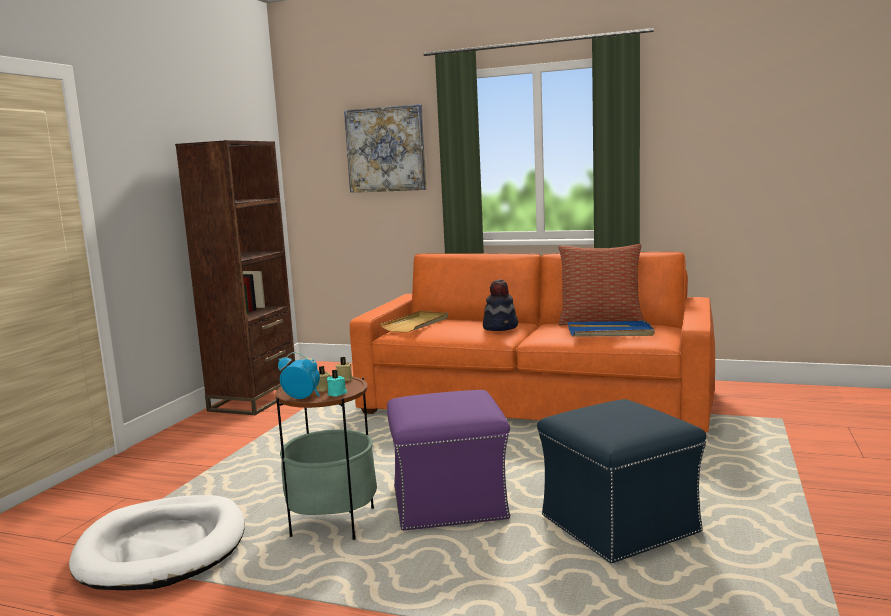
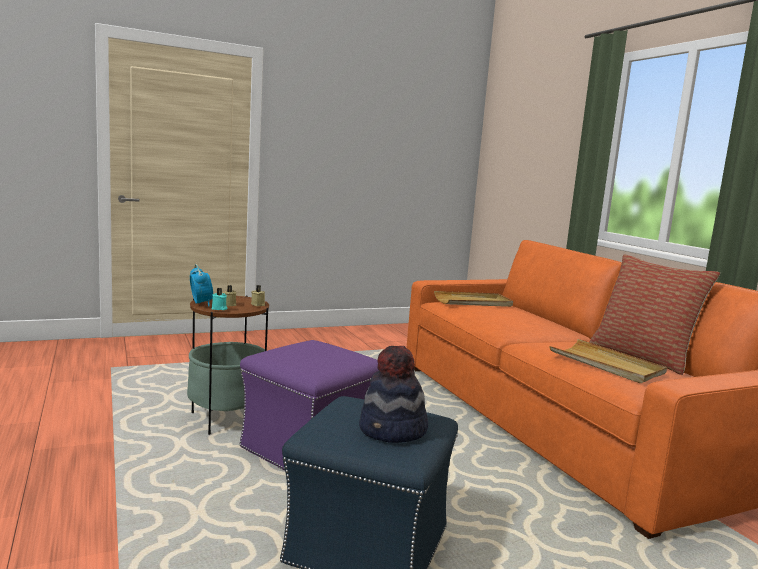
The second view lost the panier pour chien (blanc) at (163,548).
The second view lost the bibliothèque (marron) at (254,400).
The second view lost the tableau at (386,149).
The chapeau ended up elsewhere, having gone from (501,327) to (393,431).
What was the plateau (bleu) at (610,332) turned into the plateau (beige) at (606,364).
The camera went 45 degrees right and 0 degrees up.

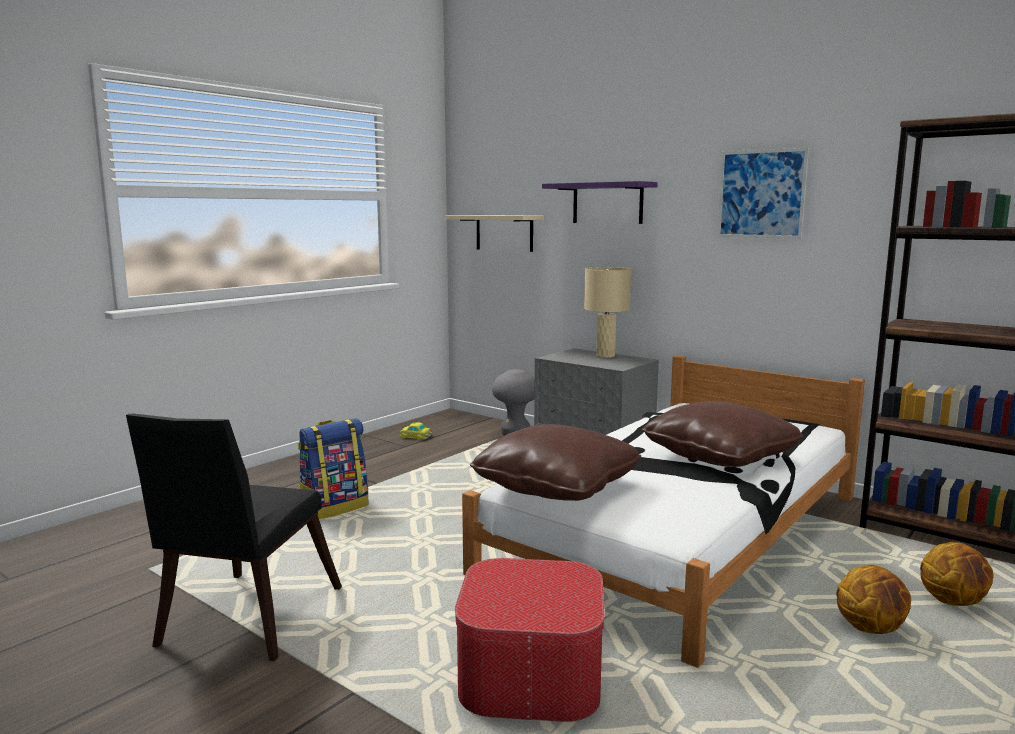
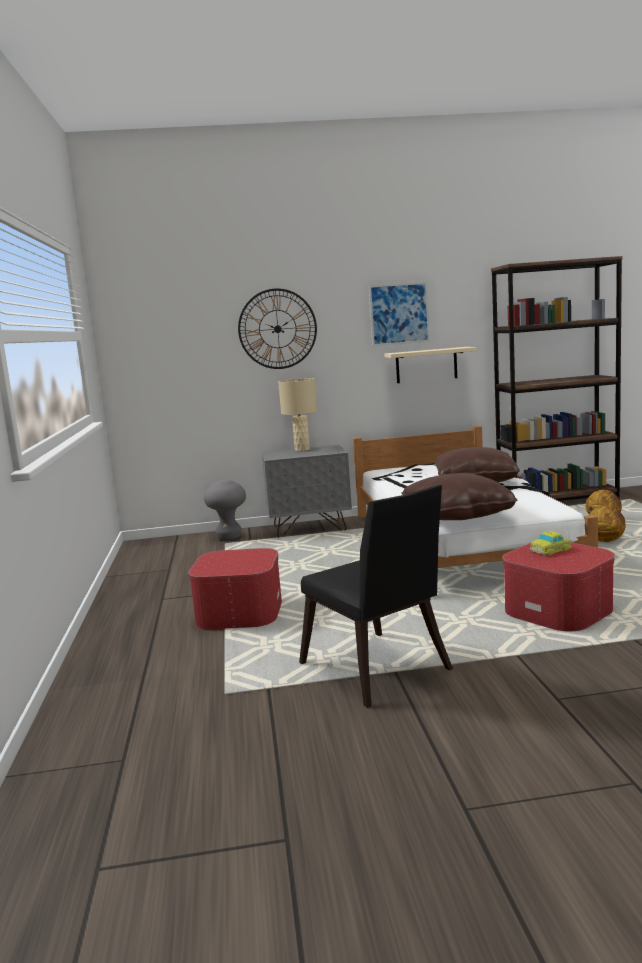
Where the sac à dos stood at (334,508), the pouf came to stand at (239,613).
The petite voiture ended up elsewhere, having gone from (416,436) to (551,550).
The étagère (beige) ended up elsewhere, having gone from (504,232) to (426,365).
Where the étagère (violet) hung at (607,203), the horloge murale came to hang at (277,329).
The camera went 45 degrees left and 0 degrees up.

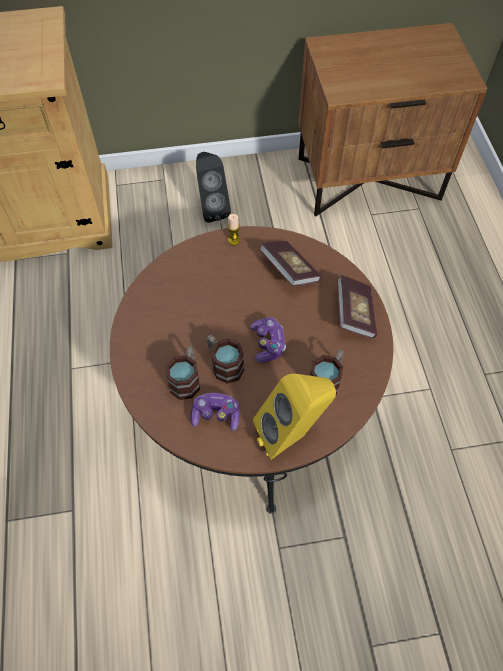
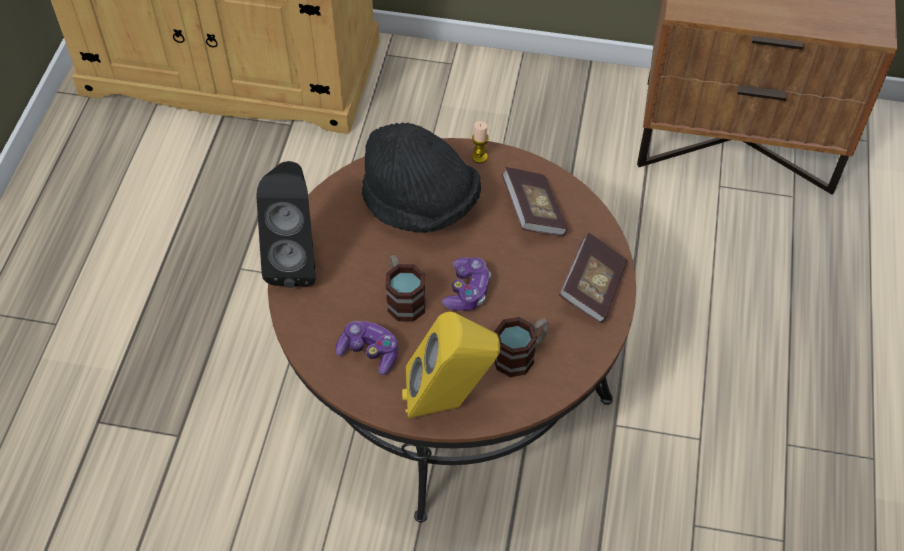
The second view lost the mug at (187,379).
The enceinte (noir) ended up elsewhere, having gone from (212,208) to (295,260).
The second view gained the chapeau (noir) at (420,204).
The camera went 20 degrees right and 5 degrees down.

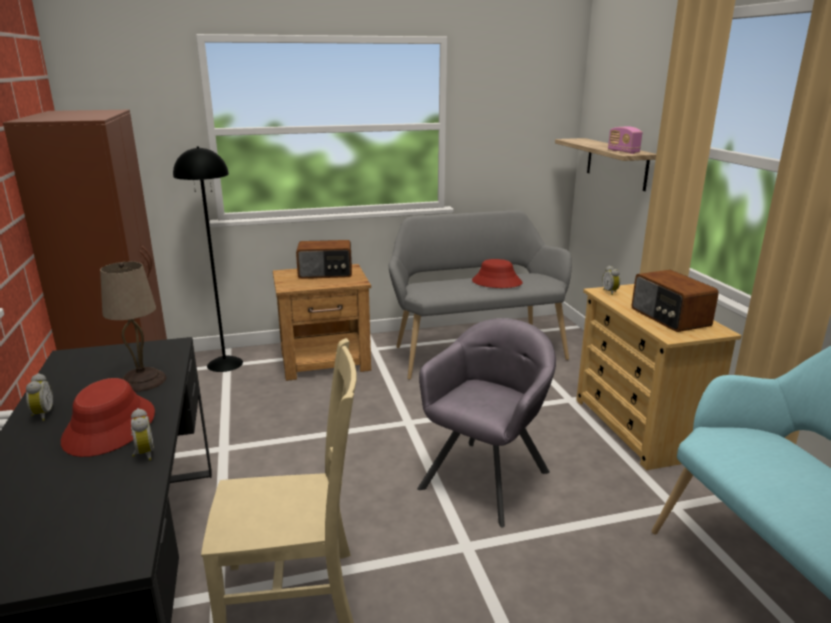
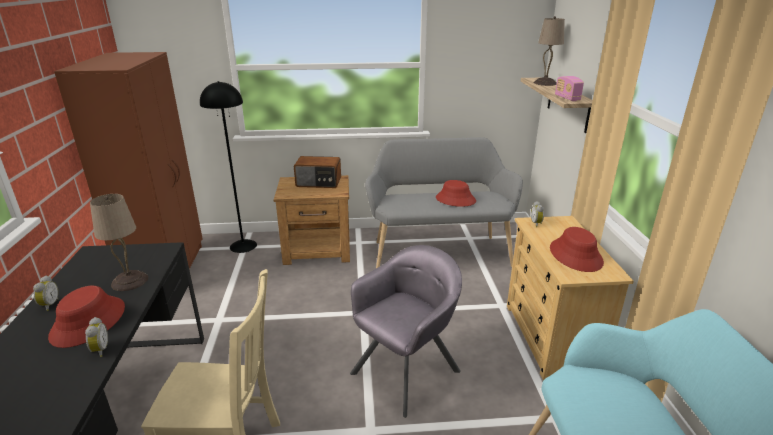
Where the radio stood at (669,317), the chapeau (rouge) came to stand at (576,255).
The second view gained the lampe de table (beige) at (545,83).
The camera went 10 degrees right and 5 degrees up.

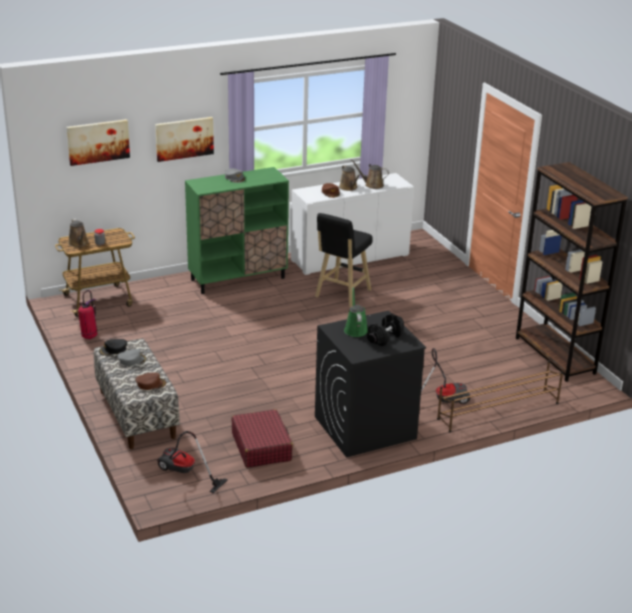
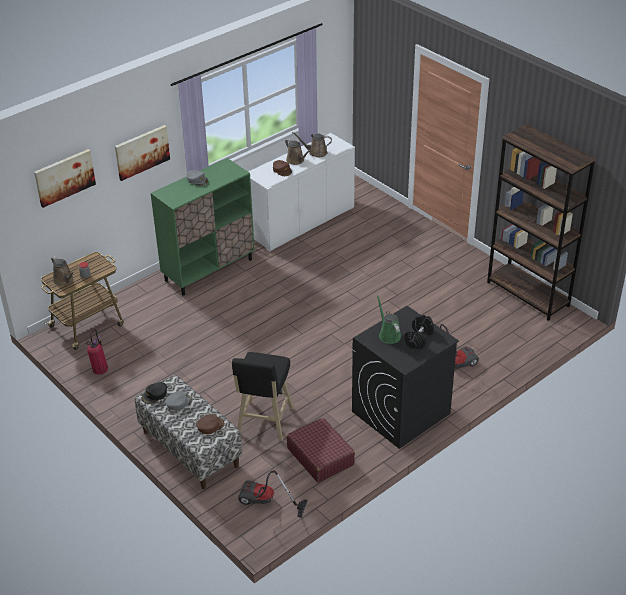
The tabouret (noir) ended up elsewhere, having gone from (341,294) to (264,423).
The second view lost the étagère à chaussures (marron) at (497,411).
The camera went 15 degrees left and 10 degrees up.

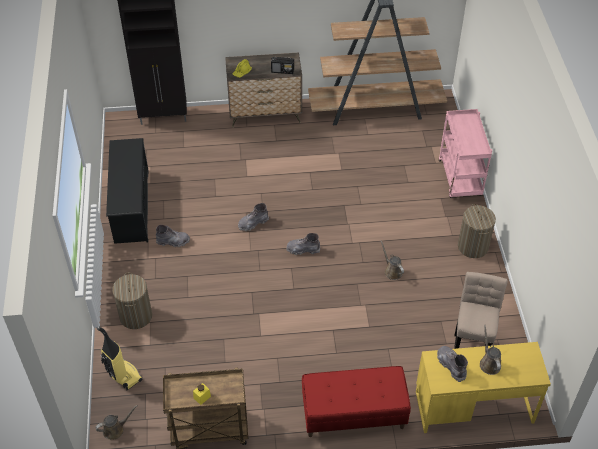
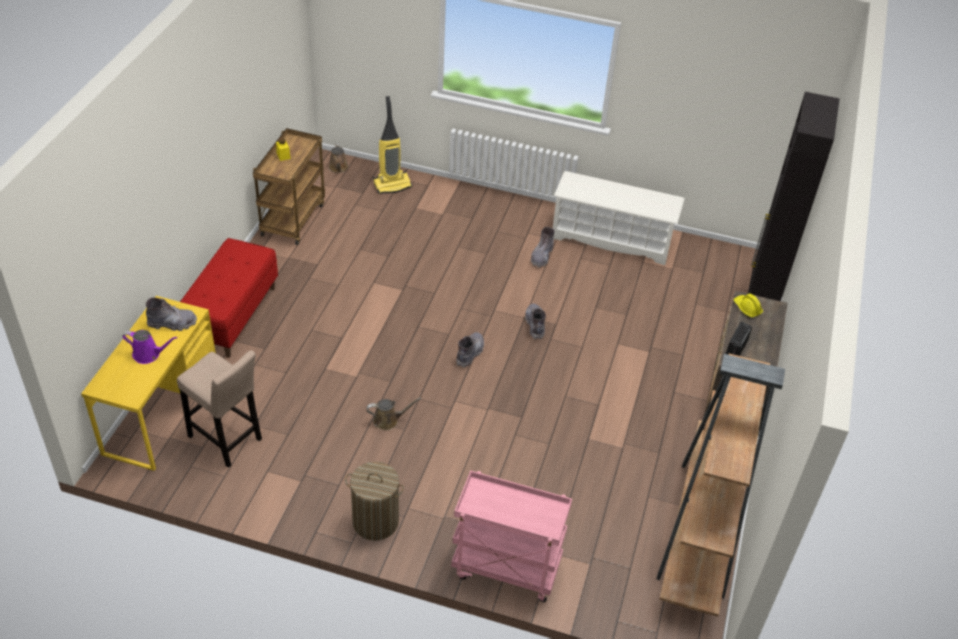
What was the étagère à chaussures (noir) at (131,206) turned into the étagère à chaussures (blanc) at (612,239).
The second view lost the panier à linge at (135,316).
What was the arrosoir (marron) at (489,363) turned into the arrosoir (violet) at (149,354).
The camera went 110 degrees right and 5 degrees down.

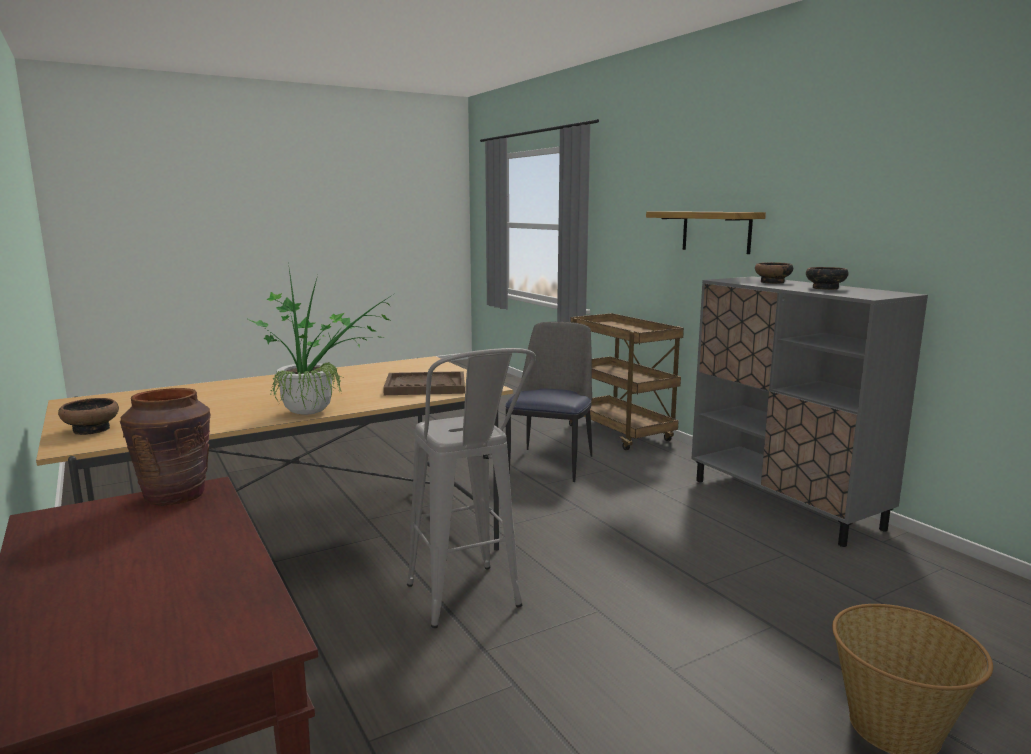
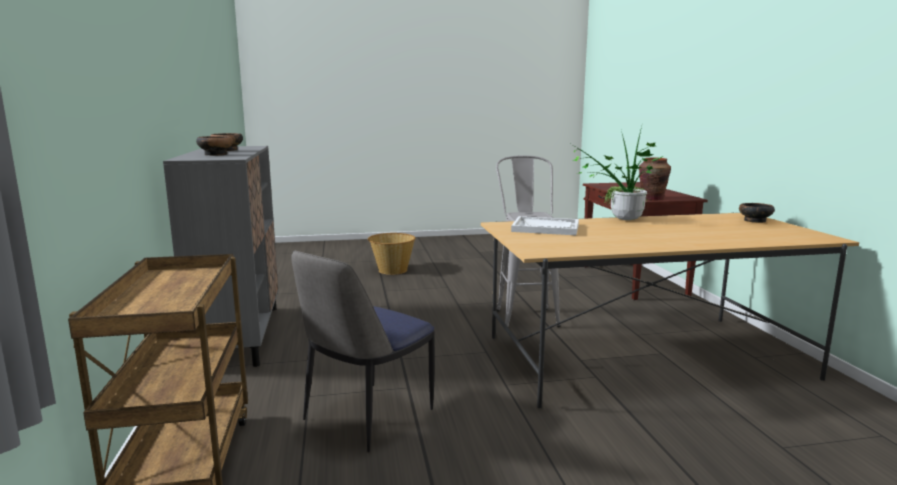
What was the plateau (marron) at (425,386) turned into the plateau (blanc) at (546,228).
The second view lost the étagère at (716,231).
The camera went 160 degrees left and 0 degrees up.

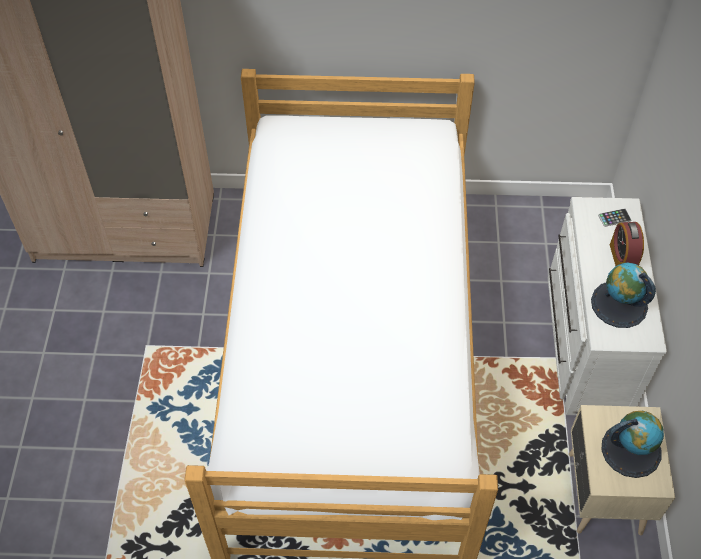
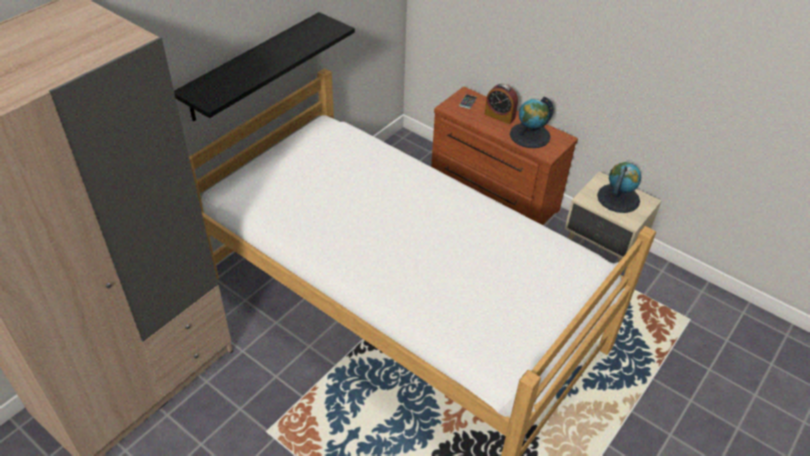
What was the commode (blanc) at (585,340) turned into the commode (marron) at (492,196).
The second view gained the étagère (noir) at (253,66).
The camera went 55 degrees left and 10 degrees down.

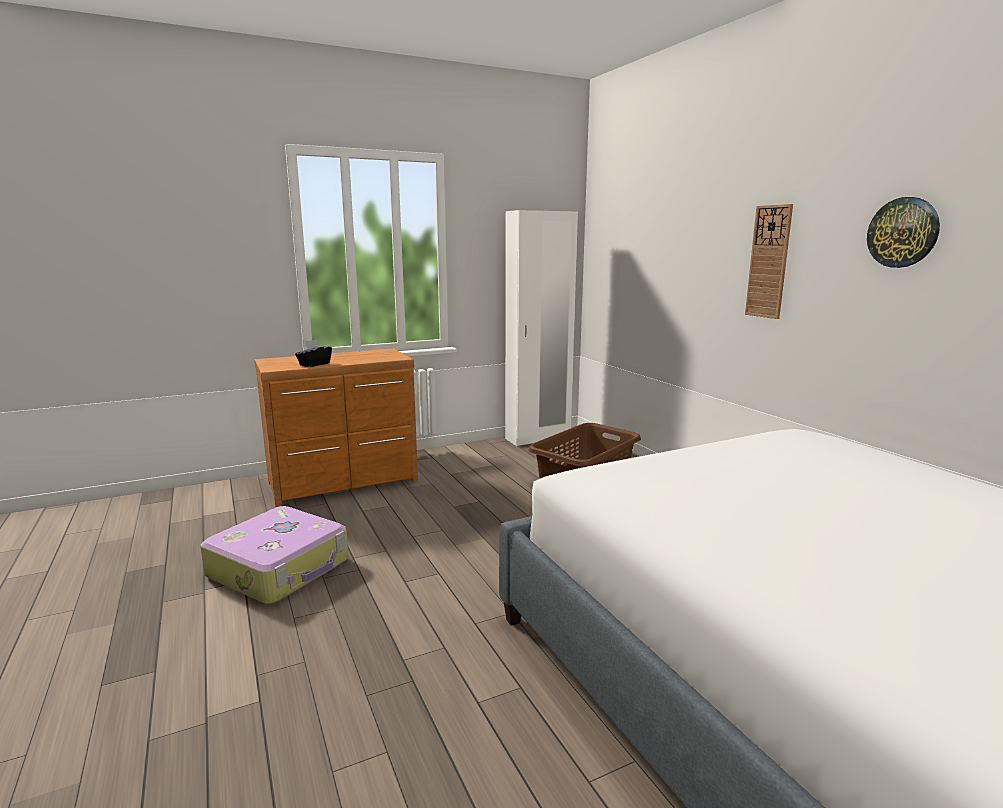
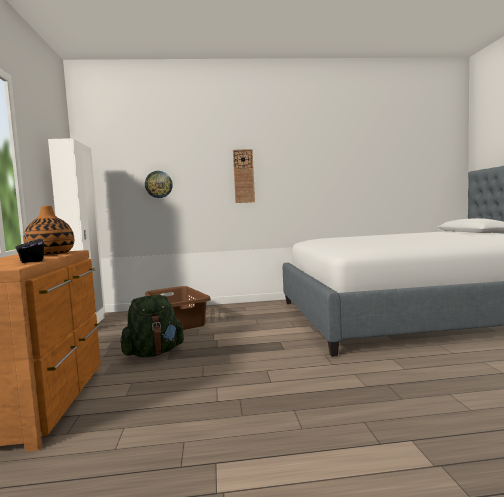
The second view lost the valise at (280,568).
The horloge murale ended up elsewhere, having gone from (903,232) to (158,184).
The second view gained the vase at (51,254).
The second view gained the sac à dos (vert) at (154,353).
The camera went 70 degrees left and 10 degrees down.

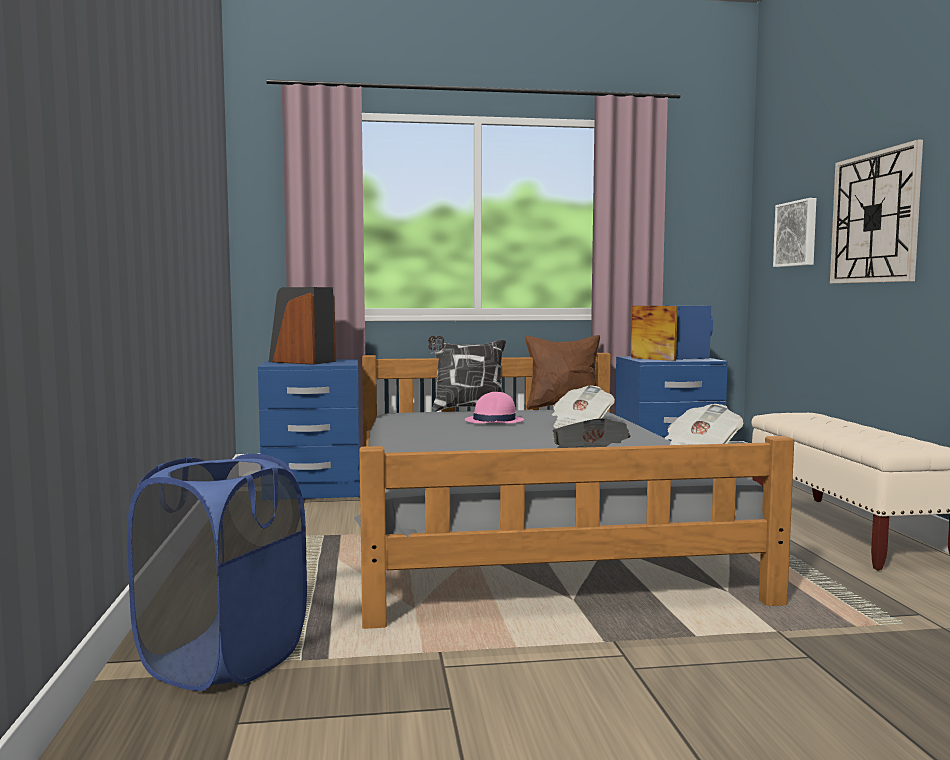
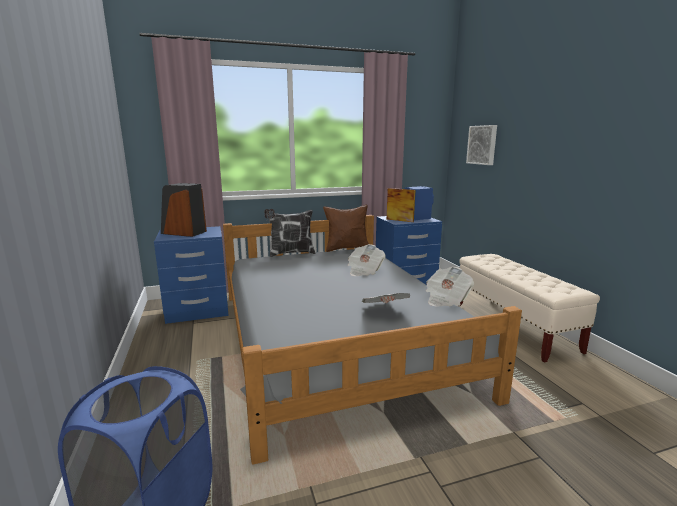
The second view lost the chapeau (rose) at (494,421).
The second view lost the horloge murale at (875,217).
The camera went 10 degrees left and 10 degrees up.

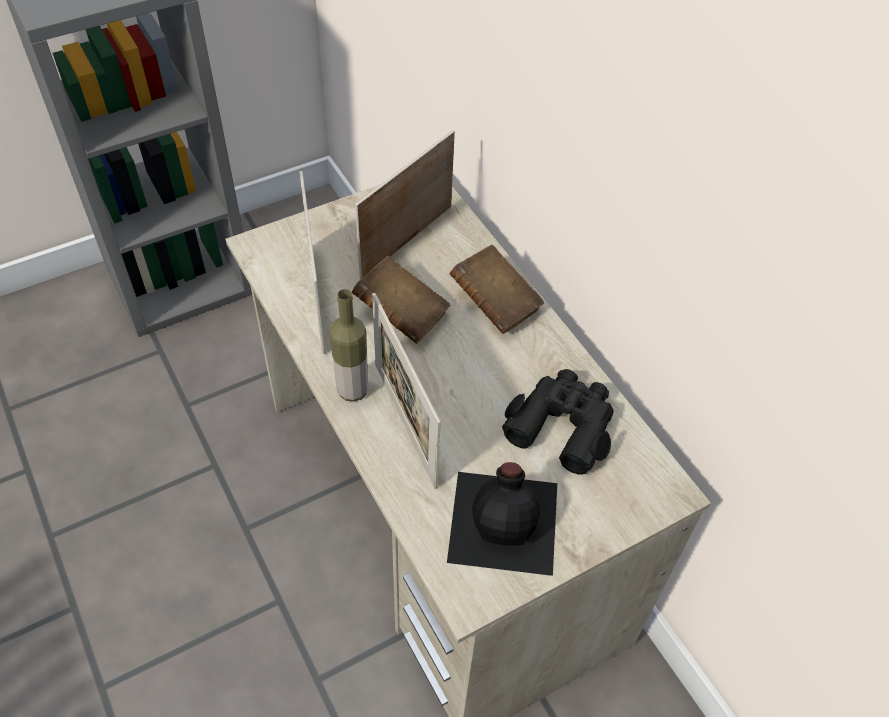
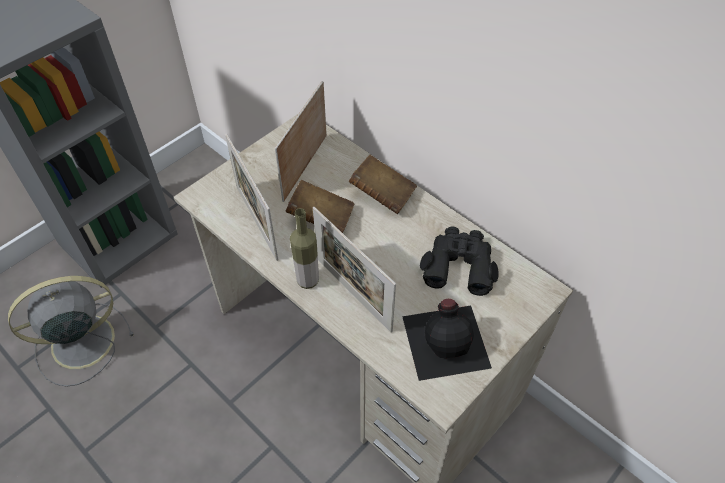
The second view gained the ventilateur (gris) at (80,343).
The camera went 15 degrees left and 0 degrees up.

